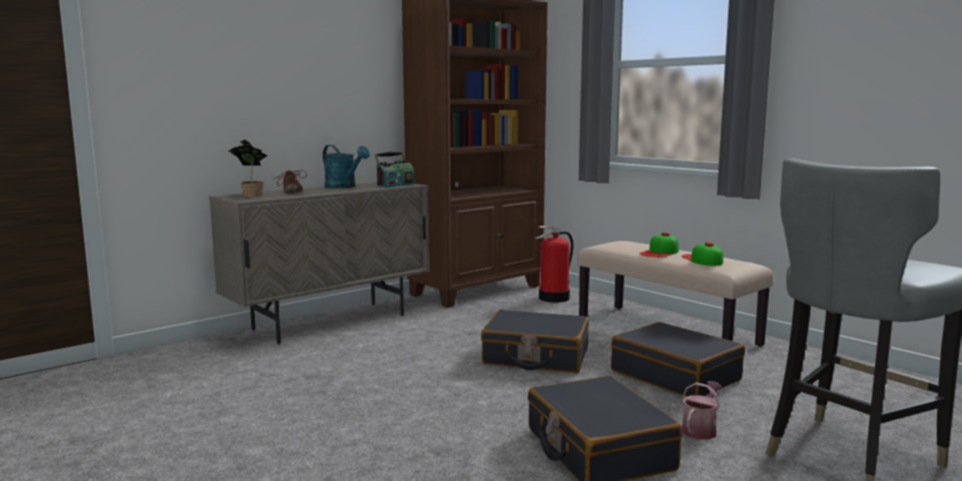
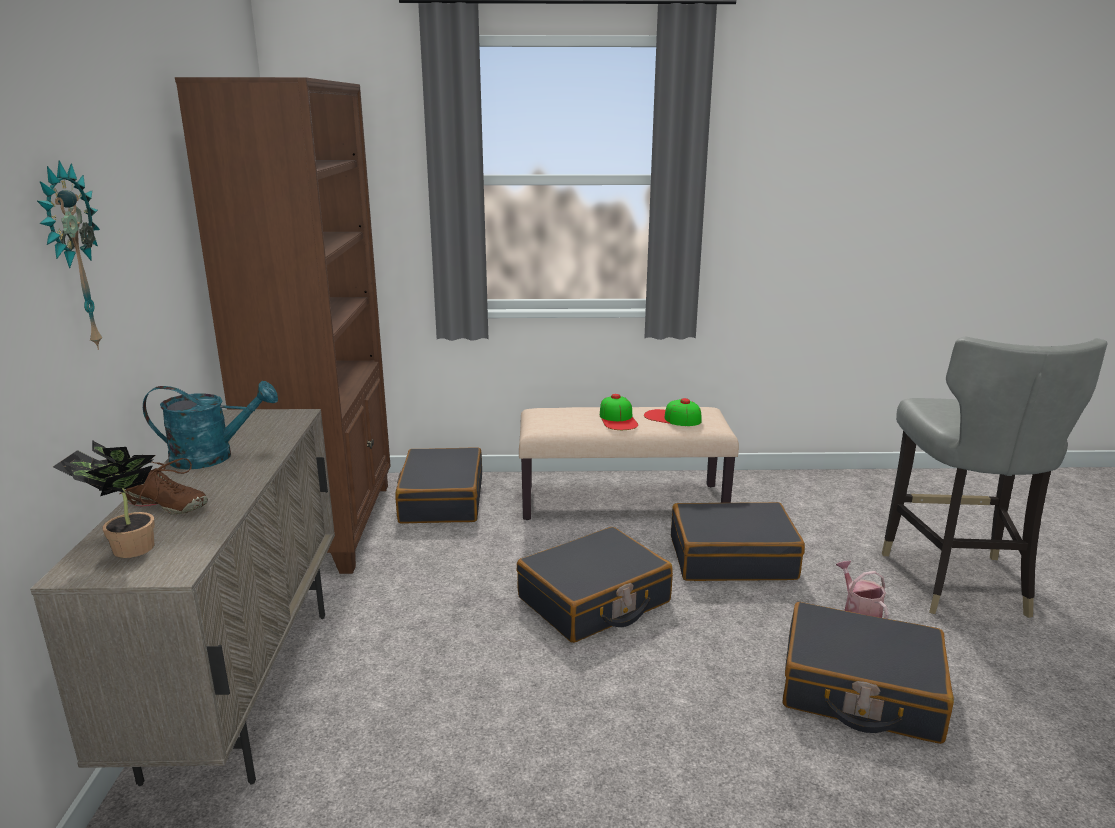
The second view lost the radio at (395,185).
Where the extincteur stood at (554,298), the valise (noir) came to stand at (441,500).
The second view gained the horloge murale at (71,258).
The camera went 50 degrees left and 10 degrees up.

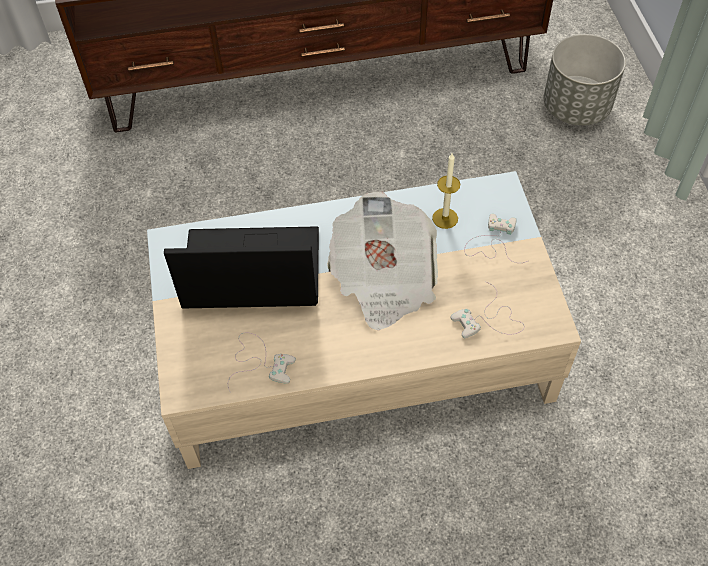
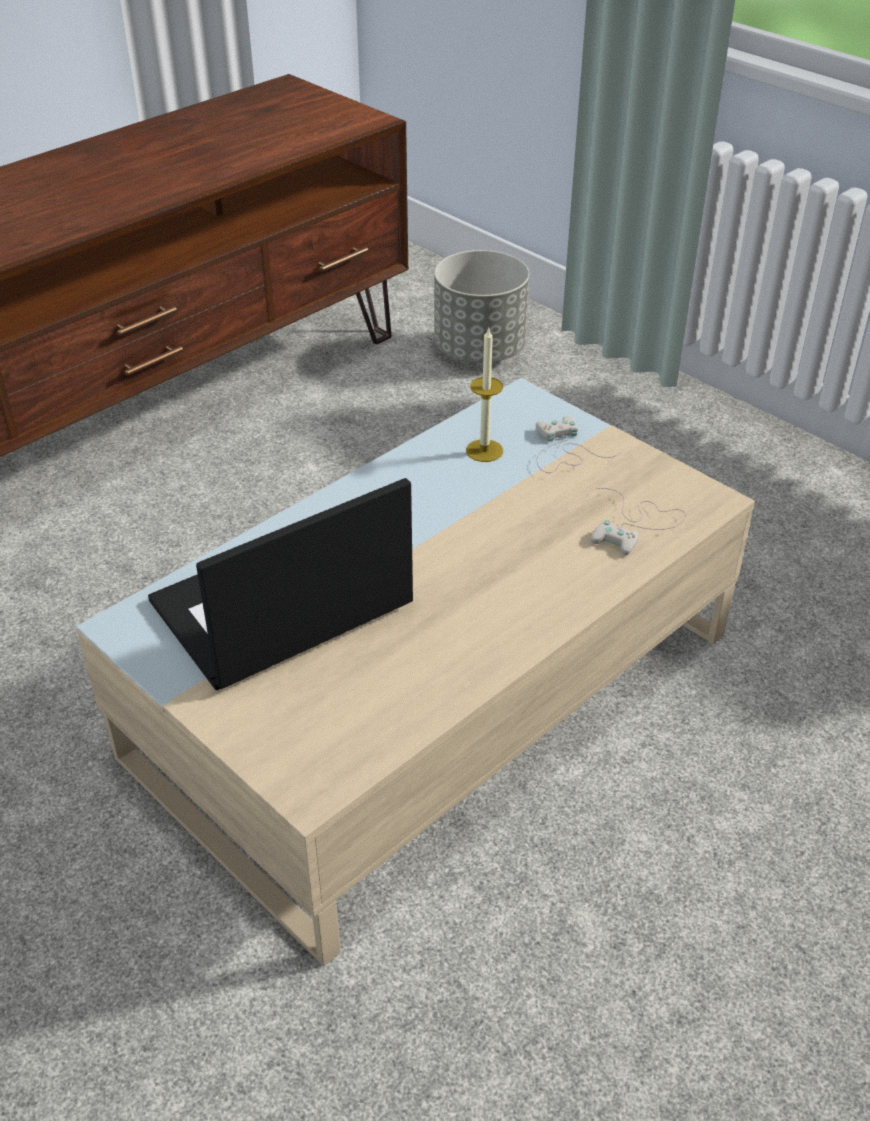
The second view lost the manette (blanc) at (259,362).
The second view lost the journal at (383,280).
The camera went 35 degrees left and 15 degrees down.

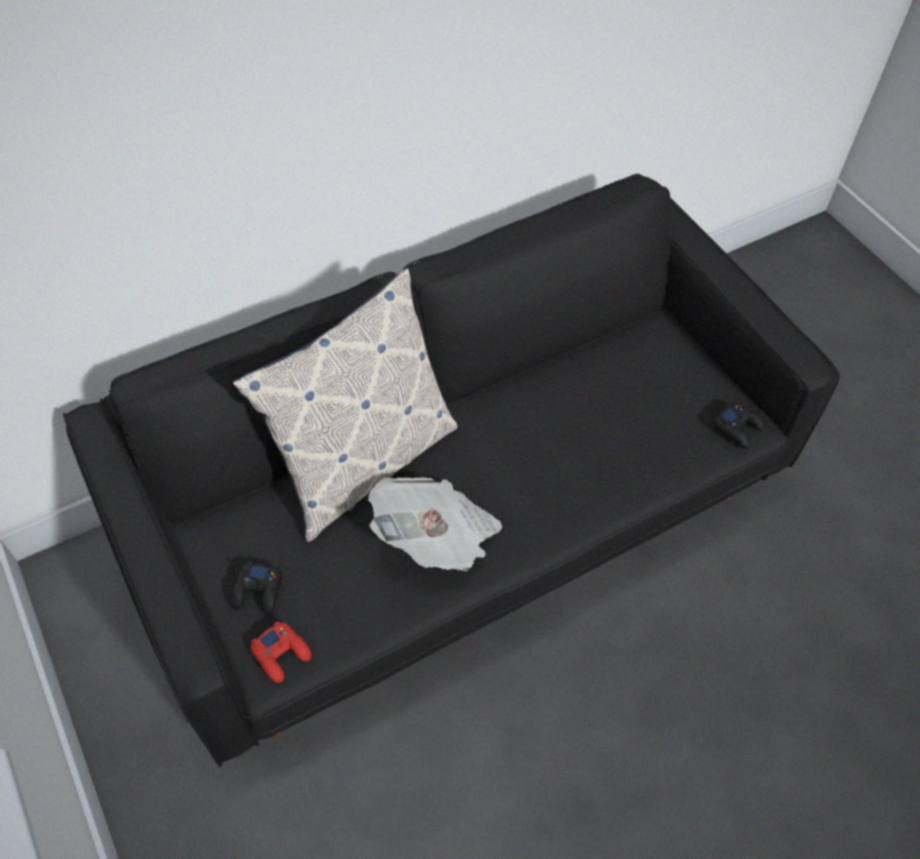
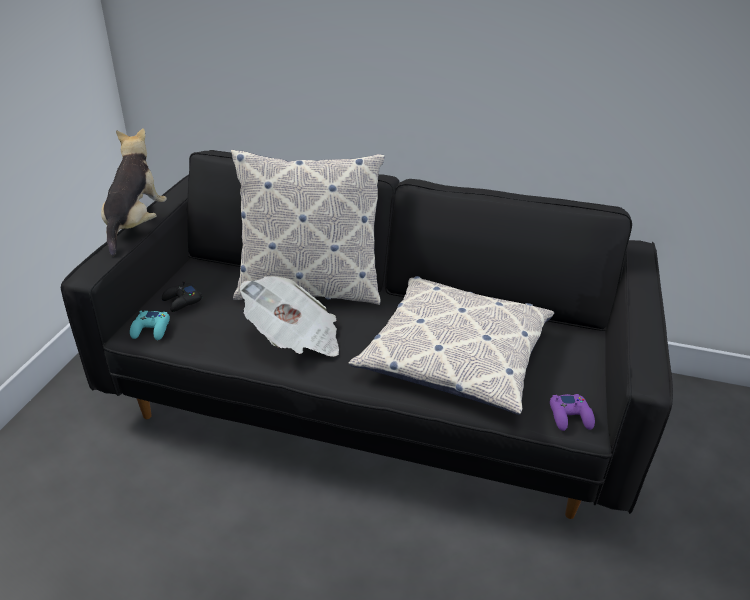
What was the manette (rouge) at (281,654) turned into the manette (turquoise) at (151,329).
What was the manette (noir) at (738,428) turned into the manette (violet) at (570,417).
The second view gained the peluche at (135,225).
The second view gained the coussin at (455,354).
The camera went 45 degrees right and 20 degrees down.

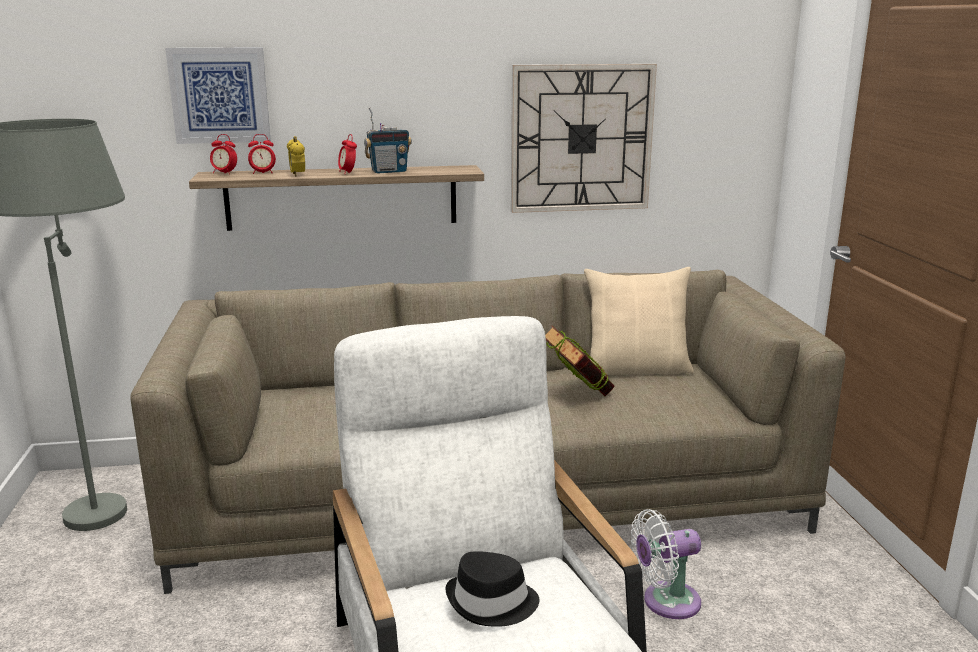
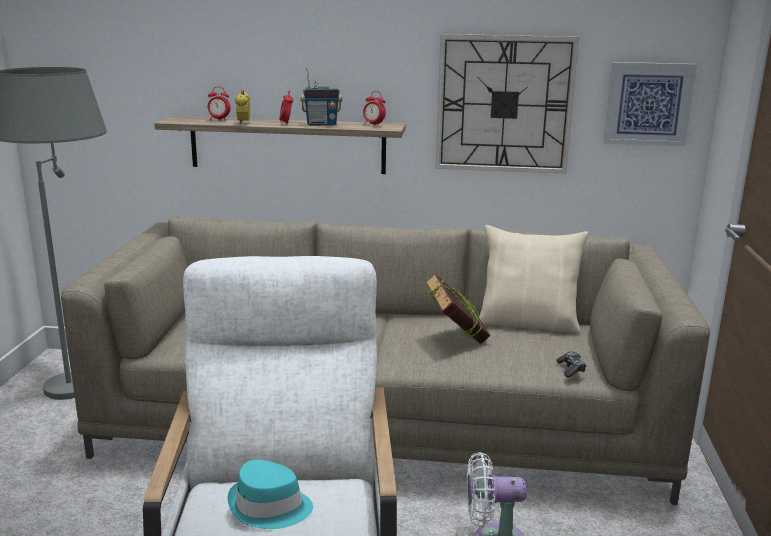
The tableau ended up elsewhere, having gone from (219,95) to (648,104).
The réveil ended up elsewhere, having gone from (224,173) to (373,125).
What was the chapeau (noir) at (492,603) turned into the chapeau (turquoise) at (269,508).
The second view gained the manette at (571,369).
The camera went 15 degrees right and 0 degrees up.

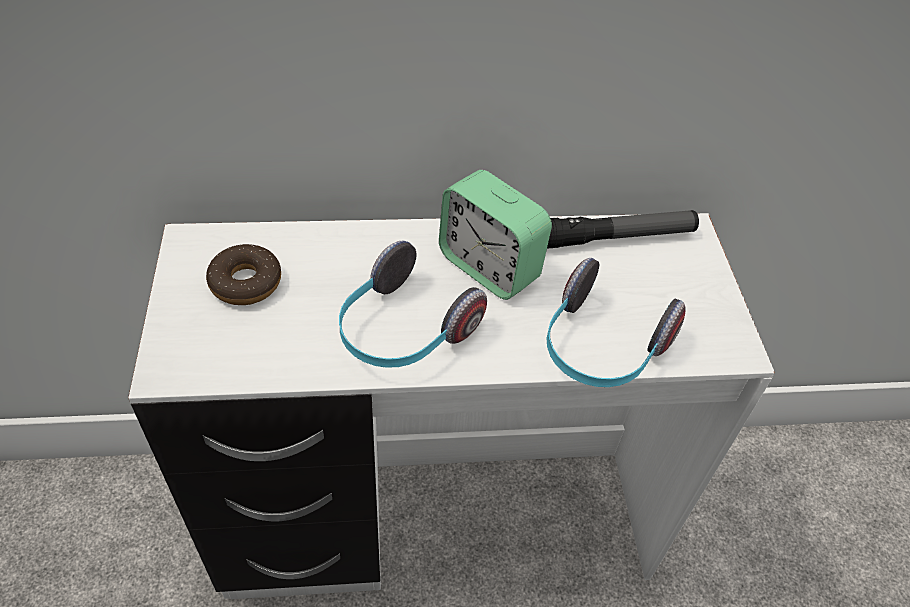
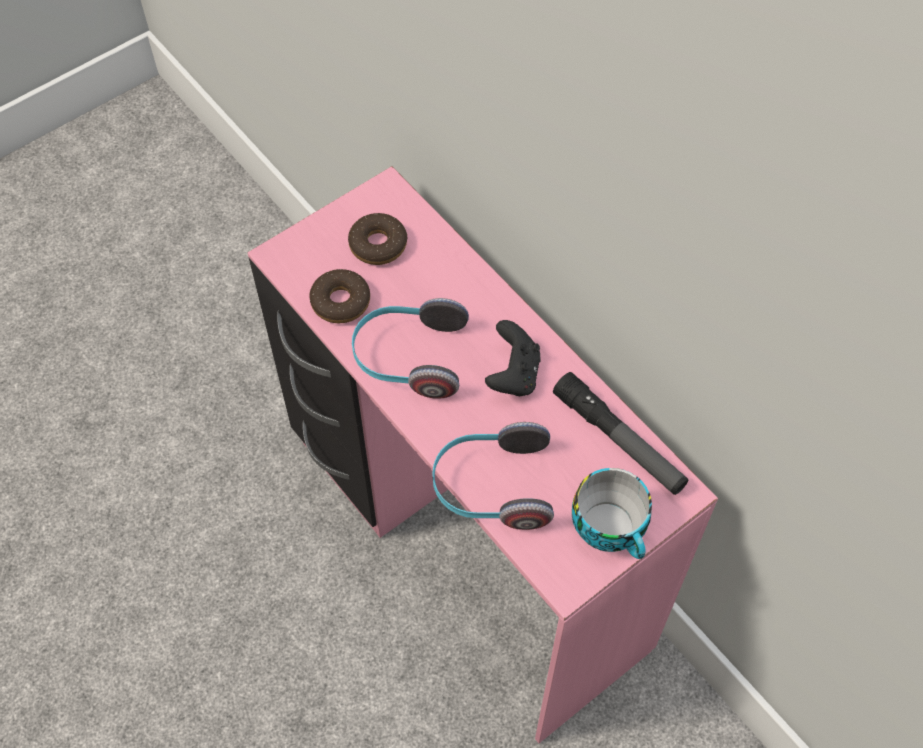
What was the bureau (blanc) at (438,523) turned into the bureau (rose) at (465,544).
Where the réveil stood at (489,267), the manette (noir) came to stand at (513,374).
The second view gained the beignet at (340,302).
The second view gained the tasse at (611,529).
The camera went 60 degrees right and 10 degrees up.

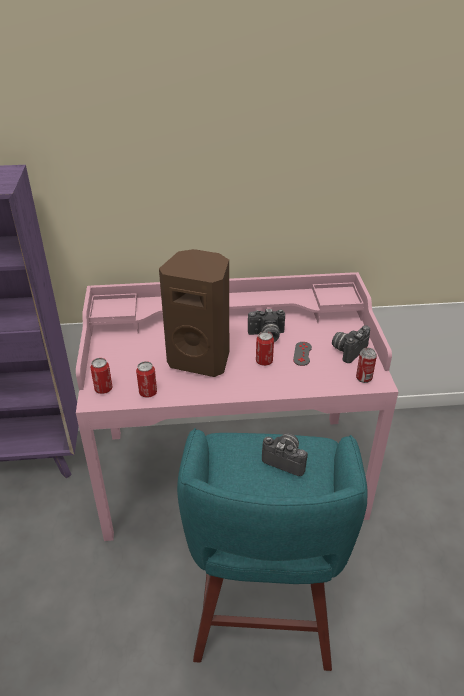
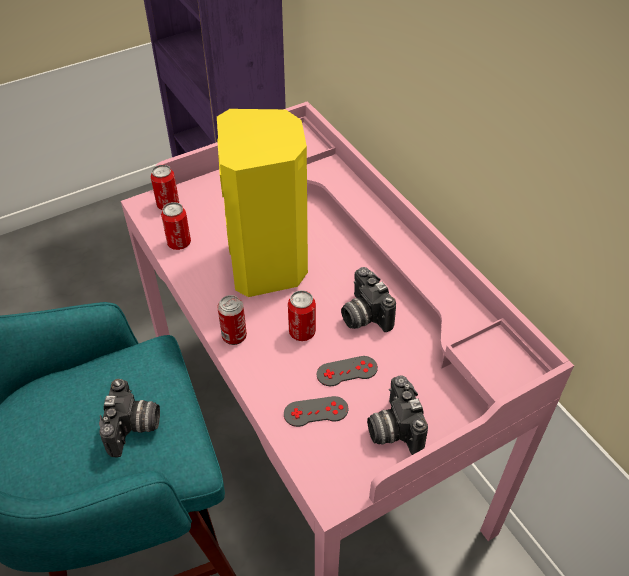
What was the enceinte (marron) at (201,359) turned into the enceinte (jaune) at (269,265).
The appareil photo at (348,350) ended up facing another way, 120 degrees counterclockwise from before.
The boîte métallique ended up elsewhere, having gone from (364,378) to (234,336).
The second view gained the manette (gris) at (316,411).
The camera went 65 degrees right and 10 degrees up.

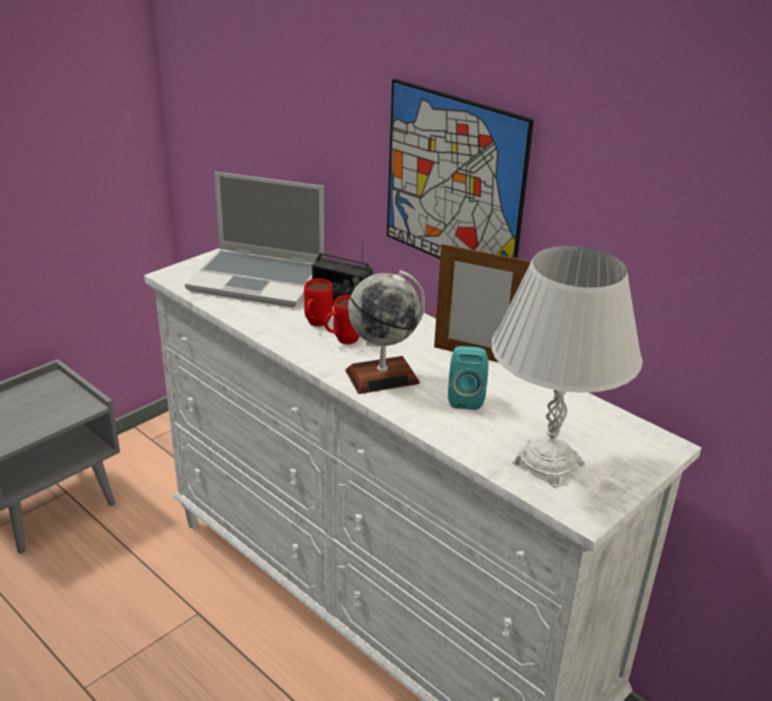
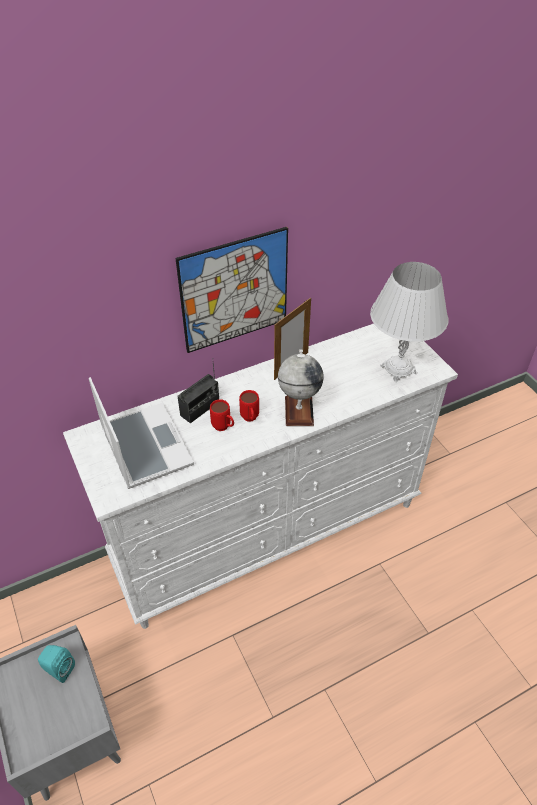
The ordinateur portable at (259,279) ended up facing another way, 60 degrees counterclockwise from before.
The enceinte (turquoise) ended up elsewhere, having gone from (465,398) to (59,669).
The camera went 70 degrees left and 15 degrees up.

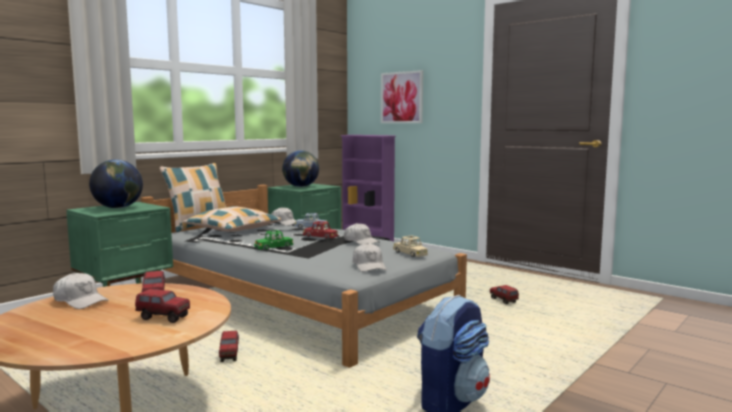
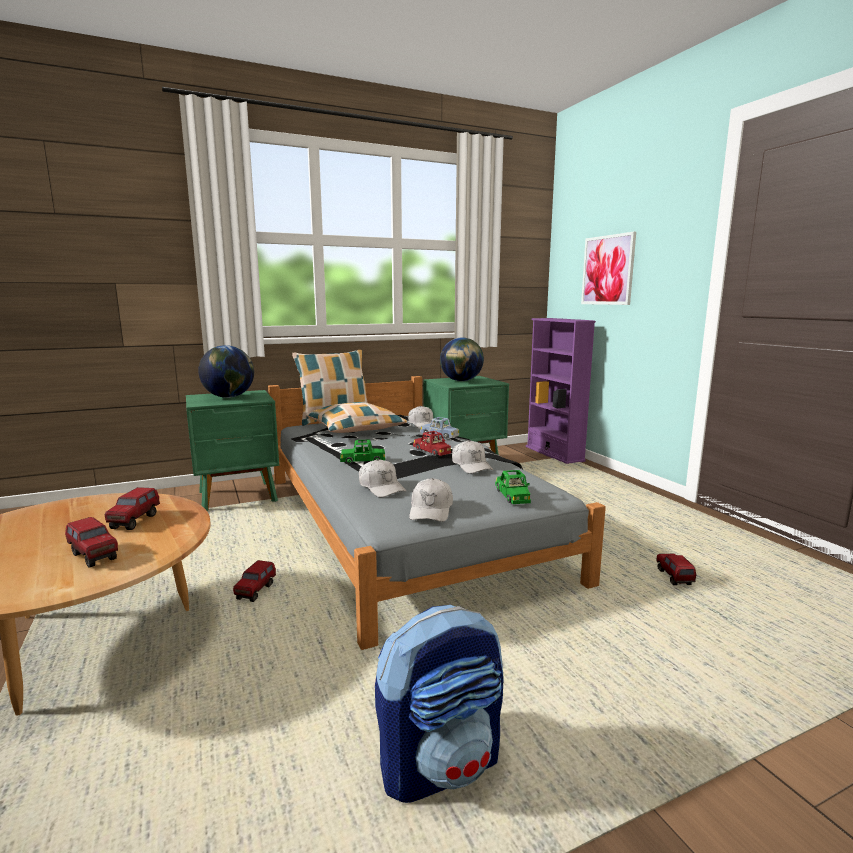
The casquette (blanc) ended up elsewhere, having gone from (80,301) to (381,487).
What was the petite voiture (beige) at (410,254) turned into the petite voiture (vert) at (512,496).
The camera went 25 degrees right and 5 degrees up.

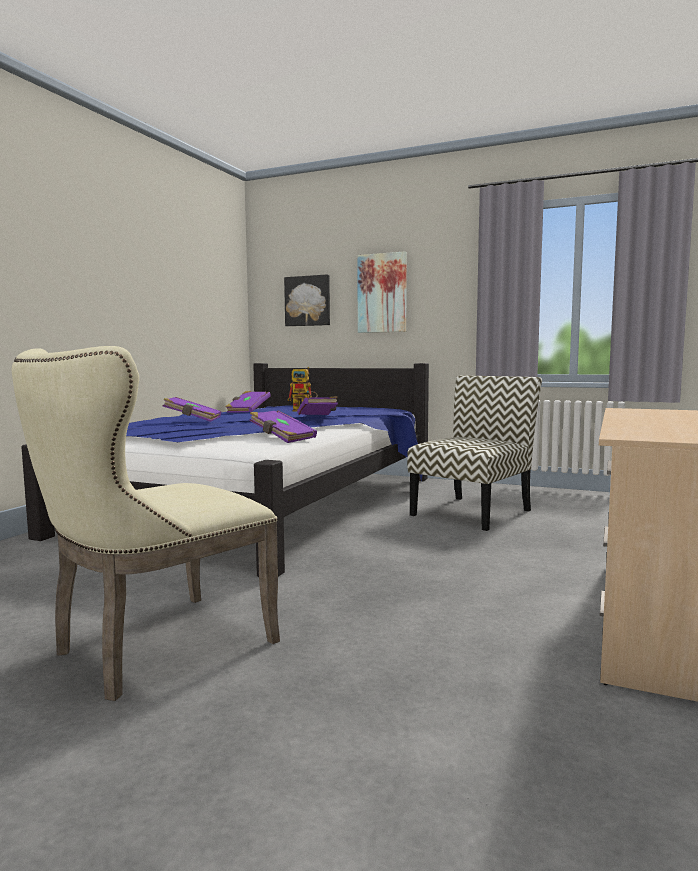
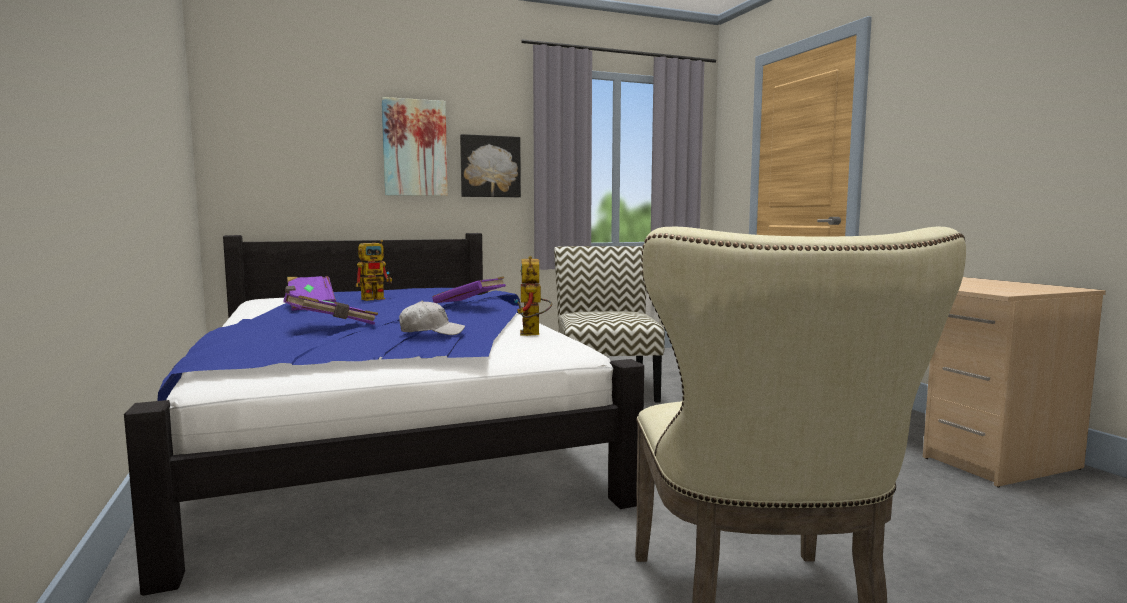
Where the livre (violet) stood at (282,438), the robot jouet came to stand at (533,334).
The tableau ended up elsewhere, having gone from (308,301) to (490,166).
The second view gained the casquette (blanc) at (431,332).
The camera went 45 degrees left and 0 degrees up.

